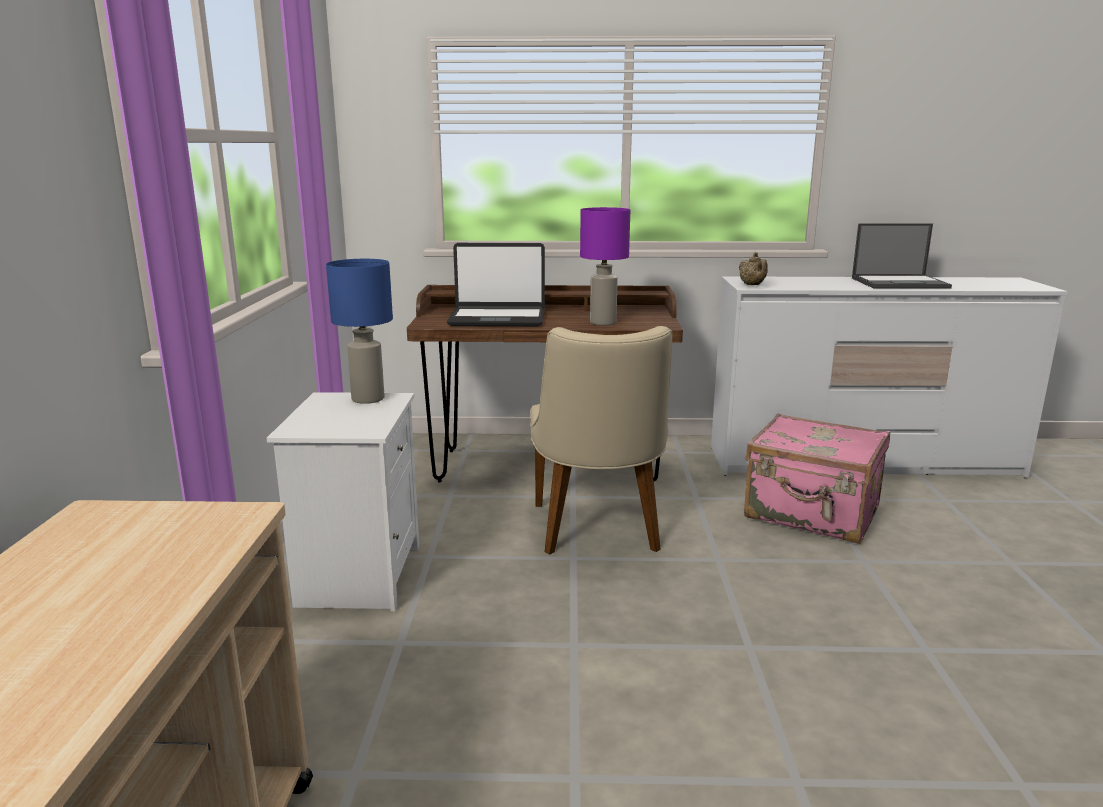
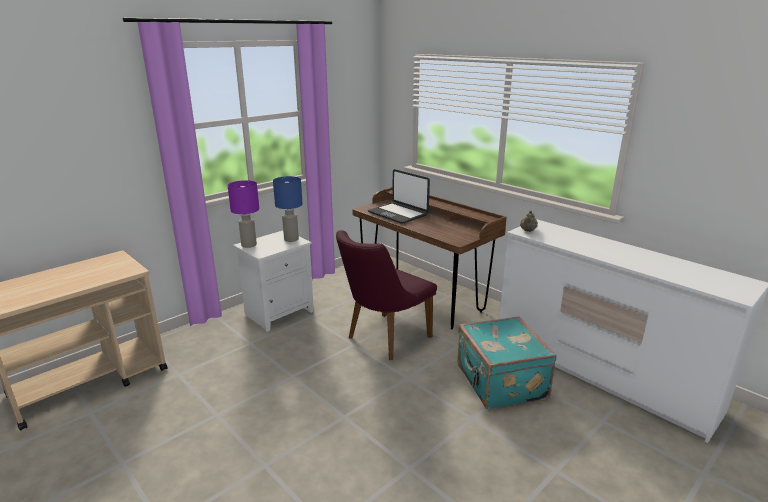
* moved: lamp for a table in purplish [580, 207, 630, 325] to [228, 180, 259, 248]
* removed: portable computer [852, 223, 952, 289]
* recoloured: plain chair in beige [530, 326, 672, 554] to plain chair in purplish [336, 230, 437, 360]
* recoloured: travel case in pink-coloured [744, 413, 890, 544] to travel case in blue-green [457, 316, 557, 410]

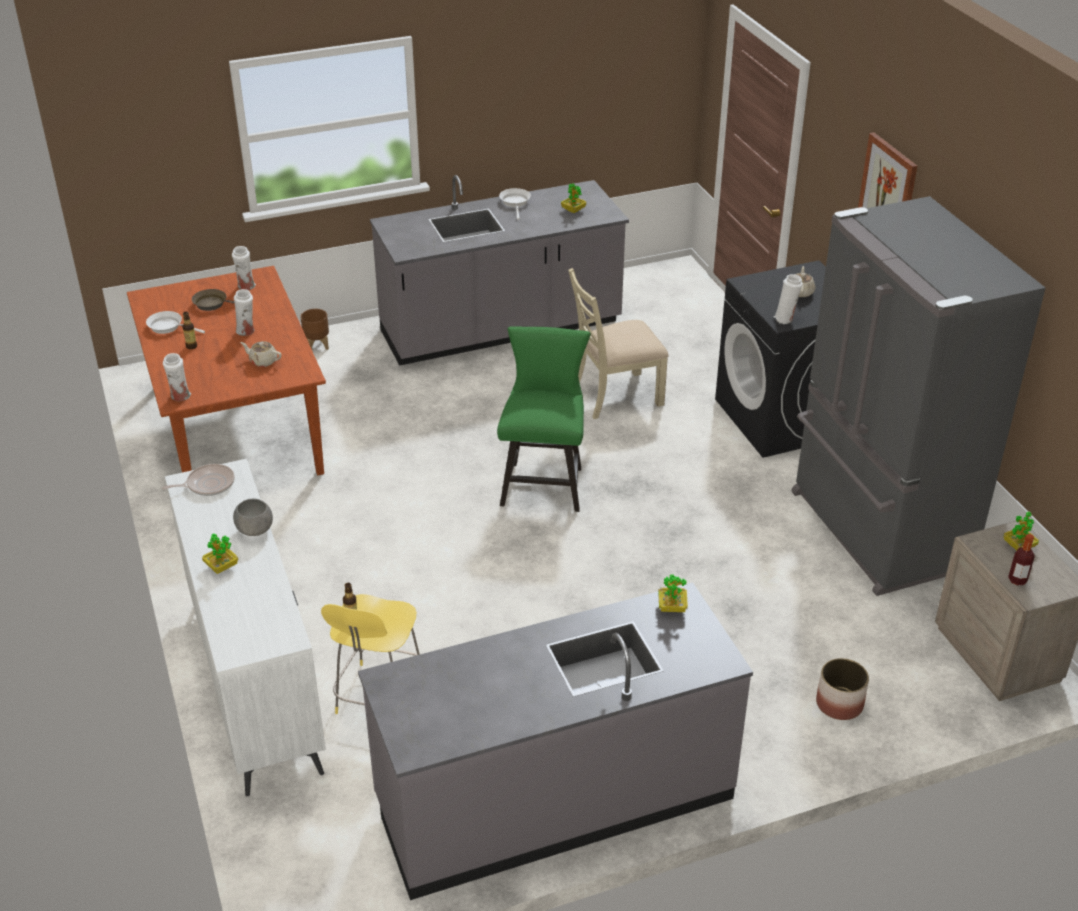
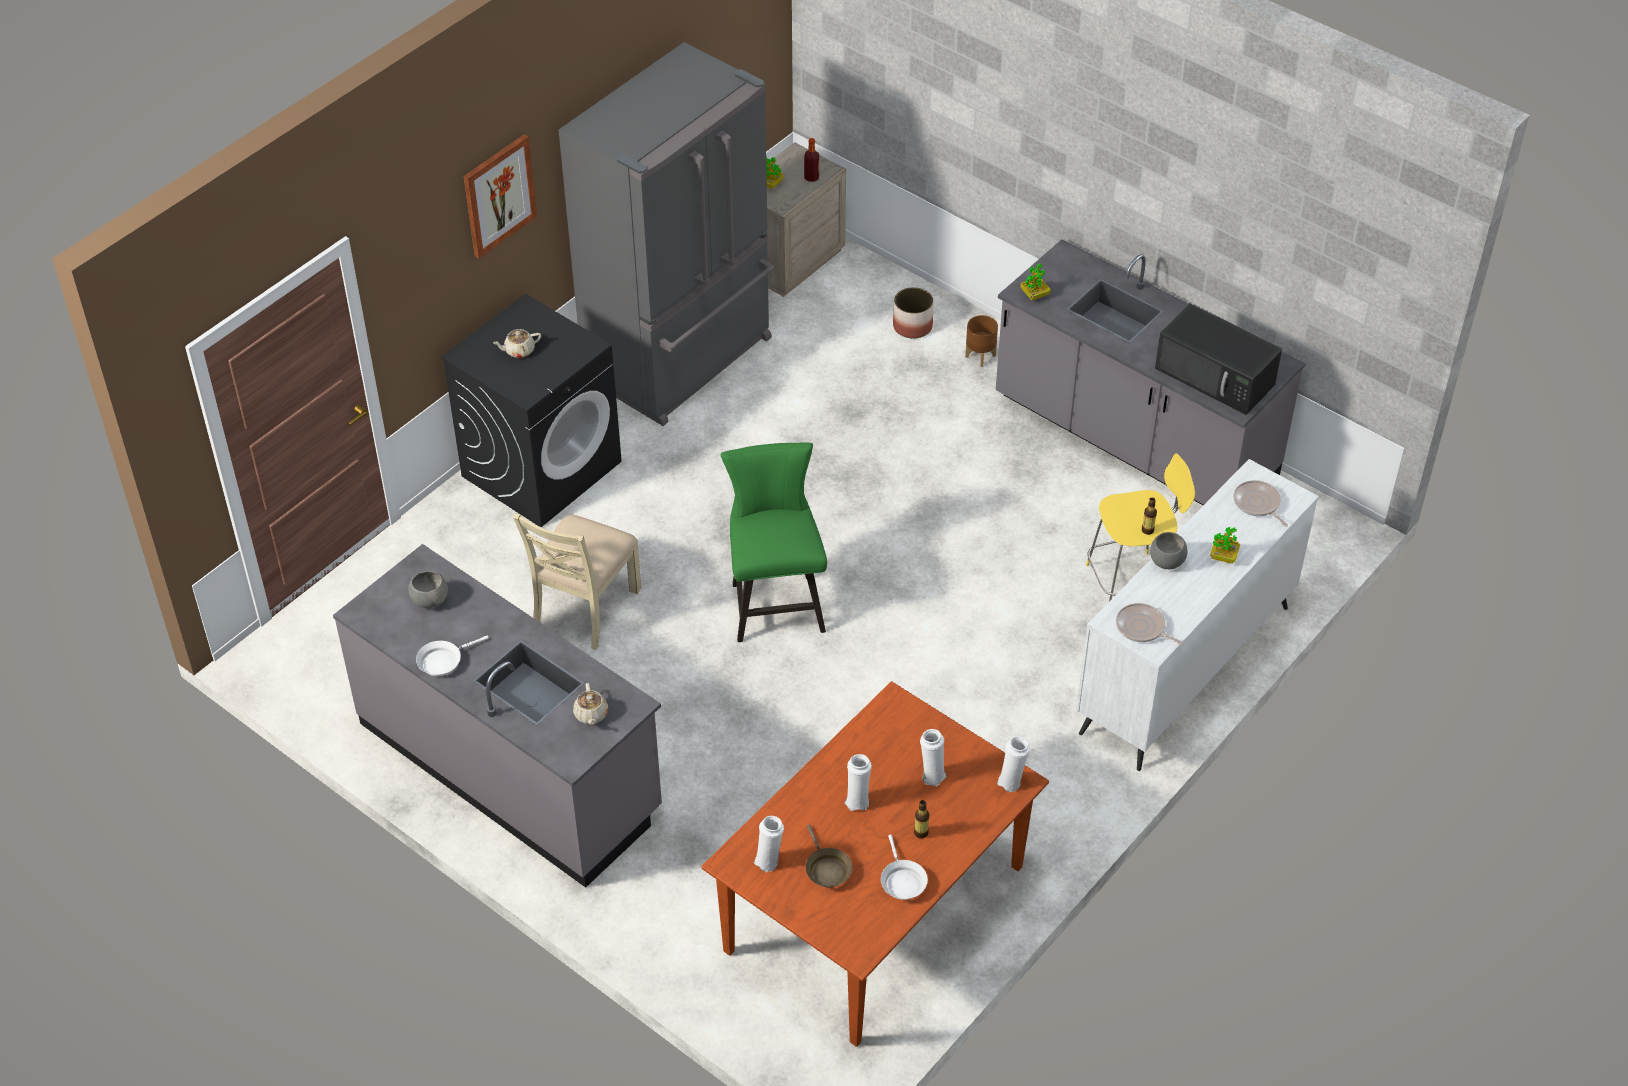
* replaced: potted plant [561, 184, 586, 213] to deep dish in greyish [408, 571, 448, 608]
* turned: plain chair in beige [568, 268, 669, 419] = [513, 513, 641, 650] 75 degrees clockwise
* moved: flower vase in white [773, 274, 803, 324] to [920, 729, 946, 786]
* moved: planter in brown [300, 309, 329, 350] to [965, 315, 998, 367]
* turned: plain chair in green-coloured [497, 326, 591, 512] = [721, 443, 827, 642] 105 degrees clockwise
* moved: pot for tea in beige [240, 341, 282, 367] to [573, 683, 608, 726]
* added: microwave in black [1155, 303, 1282, 415]
* added: pan [1234, 480, 1288, 527]

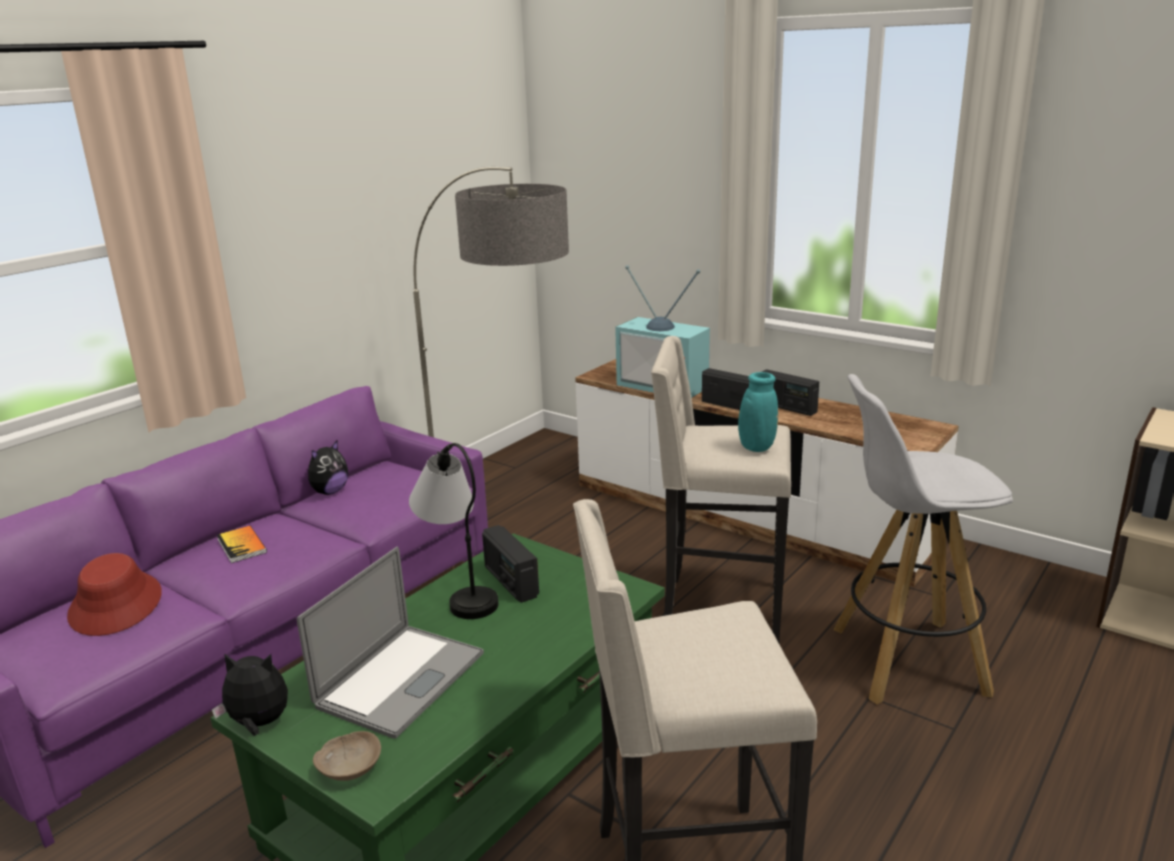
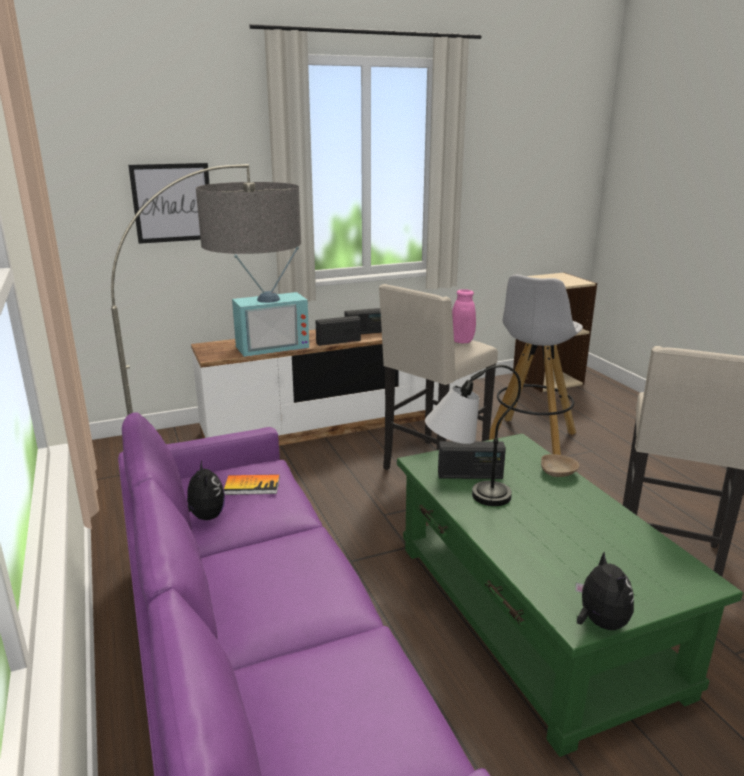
* recoloured: flower vase in blue-green [700, 372, 778, 452] to flower vase in pink-coloured [452, 289, 476, 343]
* moved: book [217, 526, 267, 563] to [224, 474, 280, 495]
* removed: portable computer [297, 547, 484, 739]
* removed: wearable hat in reddish [67, 553, 162, 636]
* turned: plush toy [212, 653, 288, 736] = [575, 552, 634, 630] 135 degrees clockwise
* moved: deep dish in beige [313, 731, 381, 781] to [541, 454, 579, 477]
* added: wall art [128, 163, 209, 244]

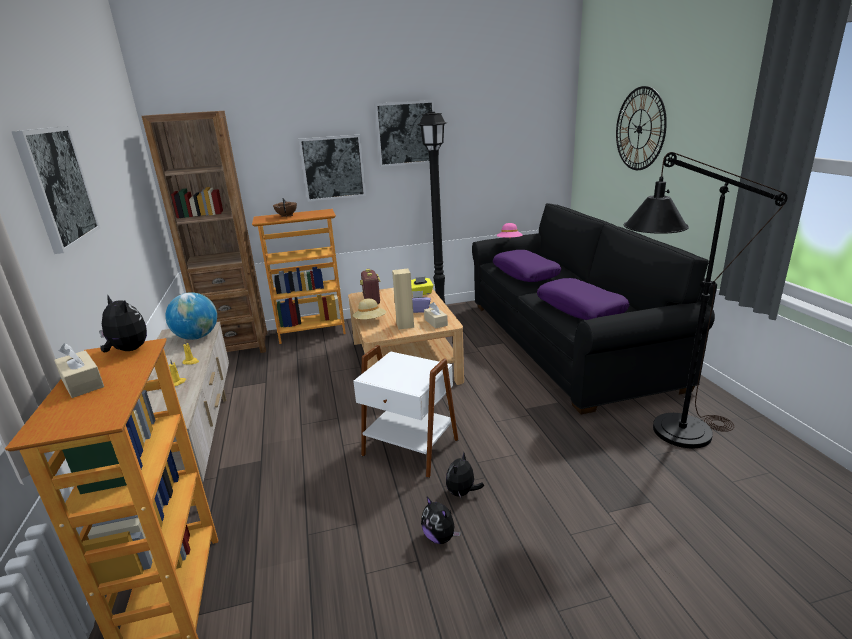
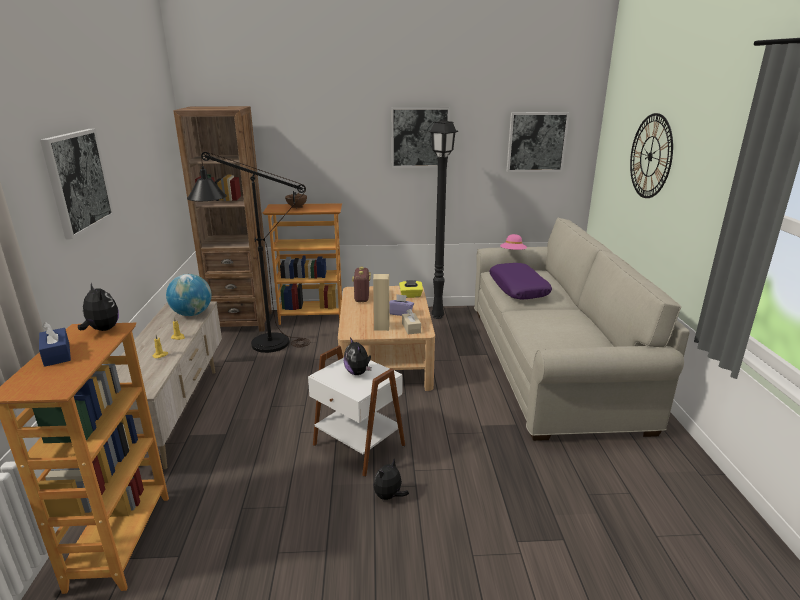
* moved: wall art [299, 134, 366, 201] to [507, 112, 569, 172]
* moved: floor lamp in black [624, 152, 787, 448] to [187, 152, 310, 353]
* recoloured: settee in black [472, 203, 717, 414] to settee in beige [474, 218, 690, 441]
* removed: cushion in purplish [537, 278, 629, 320]
* removed: wearable hat in beige [353, 298, 386, 319]
* recoloured: tissue box in beige [54, 343, 104, 398] to tissue box in blue-coloured [39, 322, 71, 367]
* moved: plush toy [421, 497, 461, 544] to [344, 337, 371, 375]

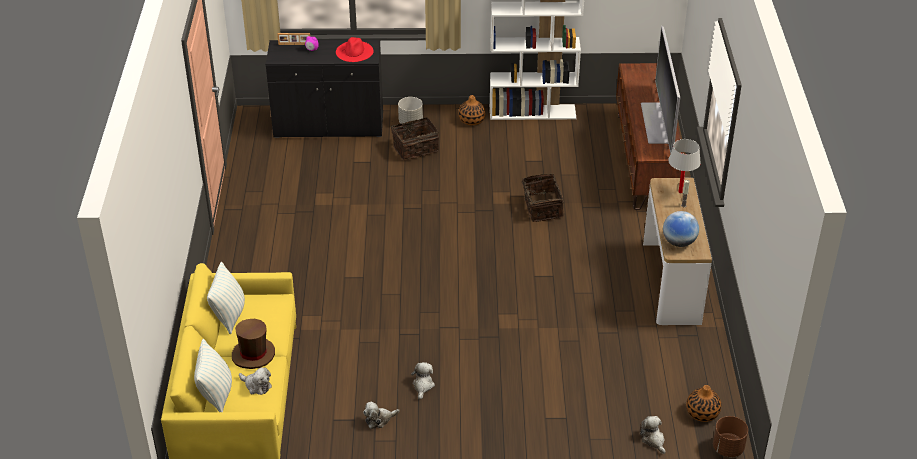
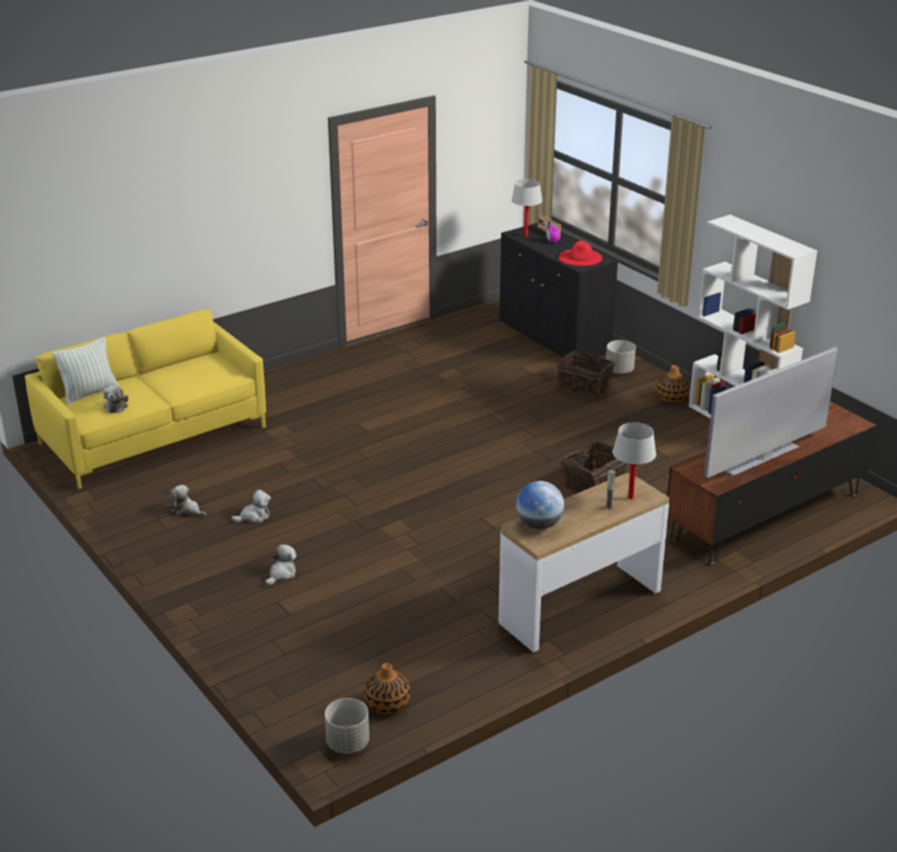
* removed: cushion [207, 262, 245, 334]
* removed: wearable hat in brown [232, 319, 275, 369]
* moved: plush toy [640, 416, 666, 454] to [265, 544, 296, 585]
* recoloured: planter in brown [713, 416, 748, 457] to planter in greyish [325, 698, 369, 754]
* added: lamp for a table in white [511, 179, 542, 237]

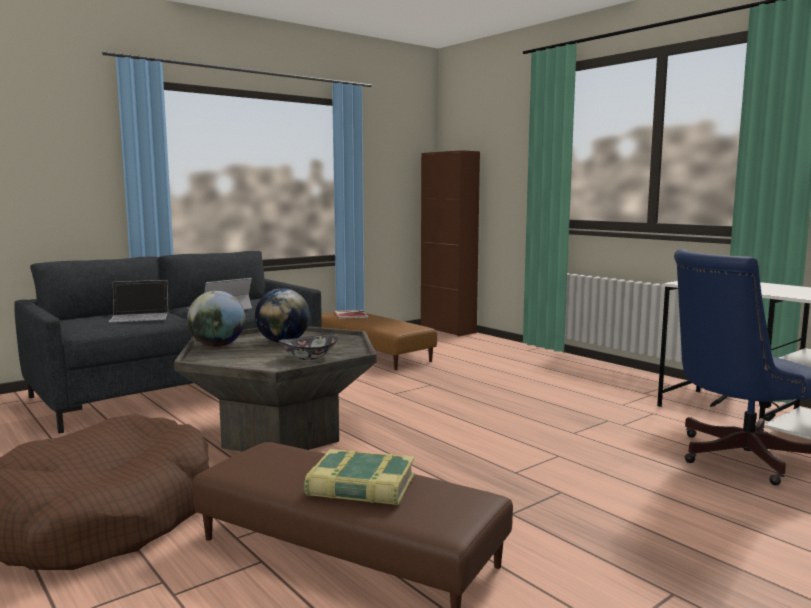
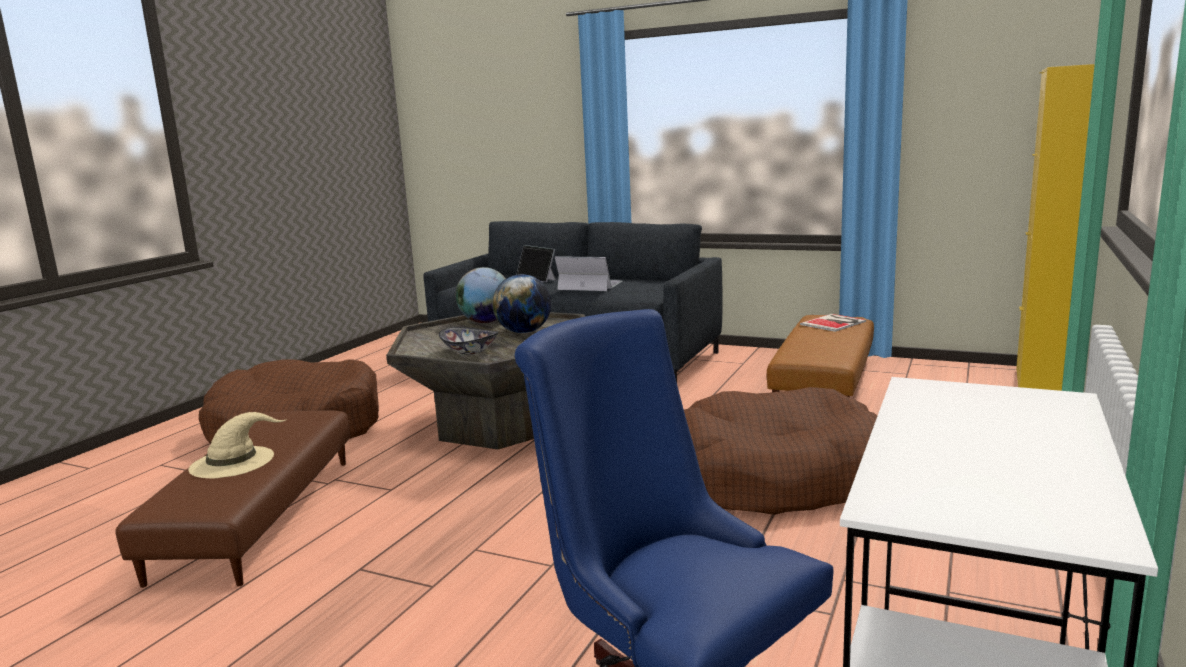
* recoloured: cabinet in brown [421, 150, 480, 336] to cabinet in yellow [1016, 64, 1095, 391]
* replaced: book [304, 449, 415, 505] to wearable hat in beige [189, 412, 287, 479]
* added: dog bed in brown [684, 387, 877, 515]

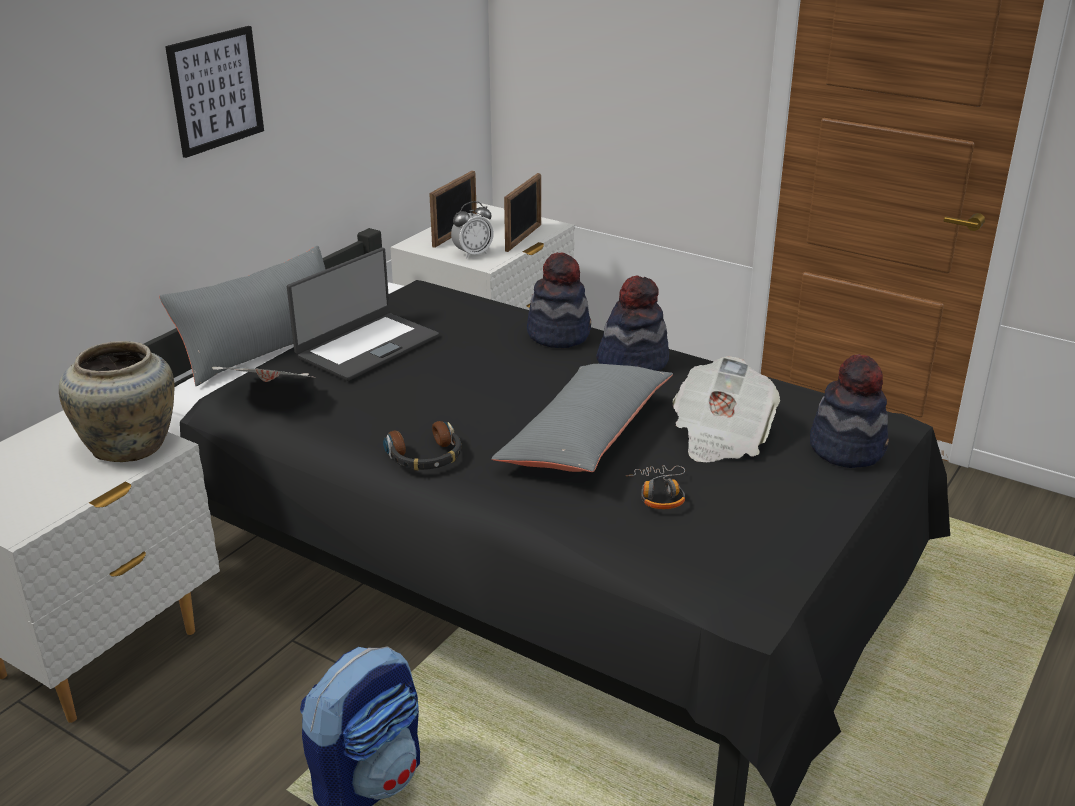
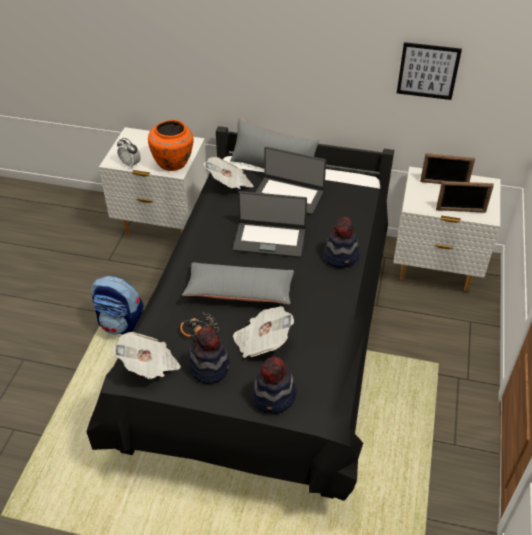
* moved: wall art [165, 26, 264, 158] to [397, 42, 462, 100]
* moved: bedside clock [451, 201, 494, 259] to [117, 138, 141, 169]
* moved: wearable hat [596, 276, 669, 371] to [189, 327, 230, 384]
* recoloured: flower vase in beige [59, 341, 175, 462] to flower vase in orange-coloured [148, 120, 194, 171]
* removed: pair of headphones [383, 421, 462, 470]
* added: portable computer [233, 191, 307, 258]
* added: printed paper [112, 332, 181, 379]

